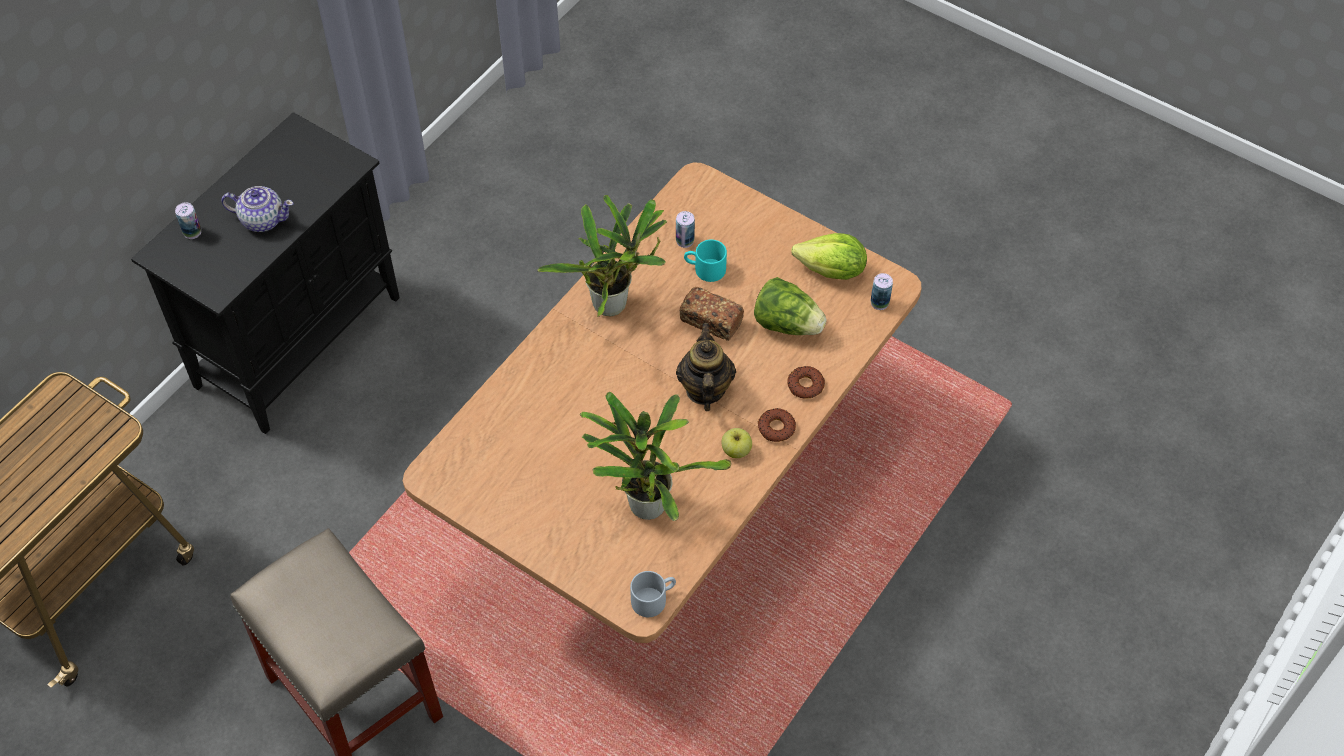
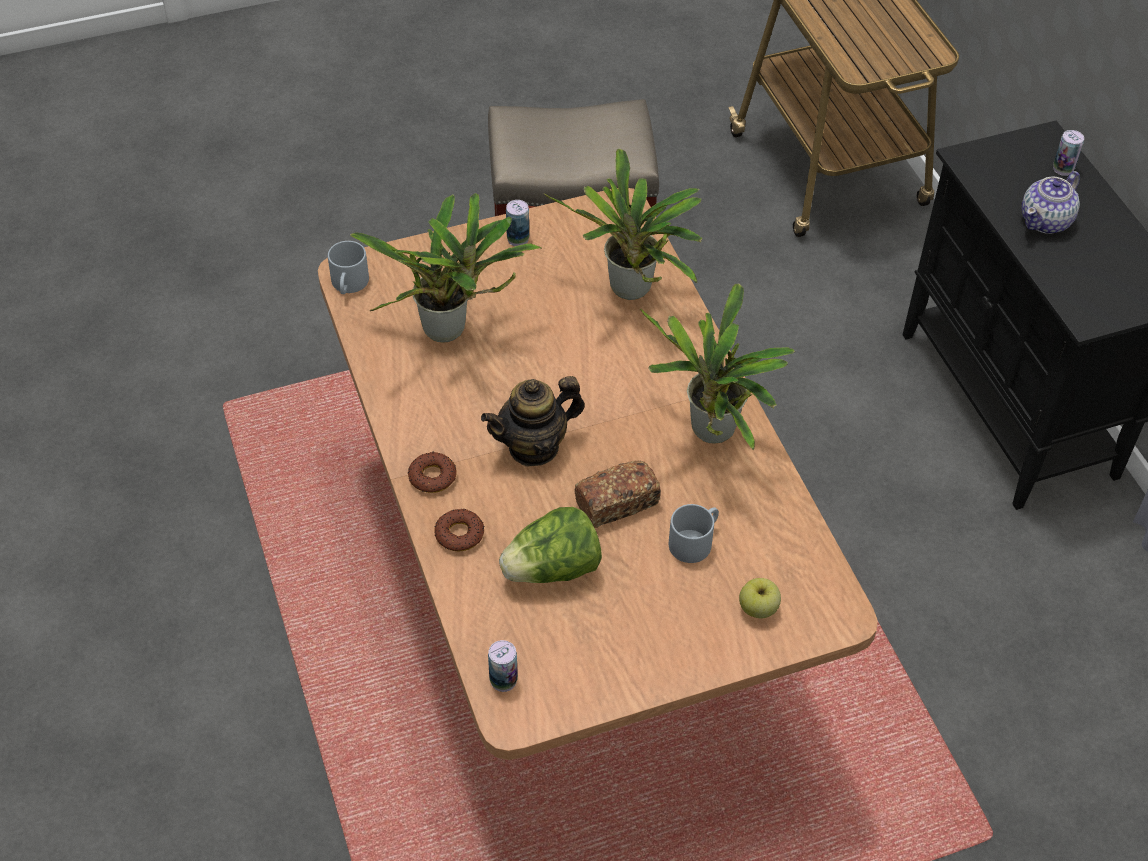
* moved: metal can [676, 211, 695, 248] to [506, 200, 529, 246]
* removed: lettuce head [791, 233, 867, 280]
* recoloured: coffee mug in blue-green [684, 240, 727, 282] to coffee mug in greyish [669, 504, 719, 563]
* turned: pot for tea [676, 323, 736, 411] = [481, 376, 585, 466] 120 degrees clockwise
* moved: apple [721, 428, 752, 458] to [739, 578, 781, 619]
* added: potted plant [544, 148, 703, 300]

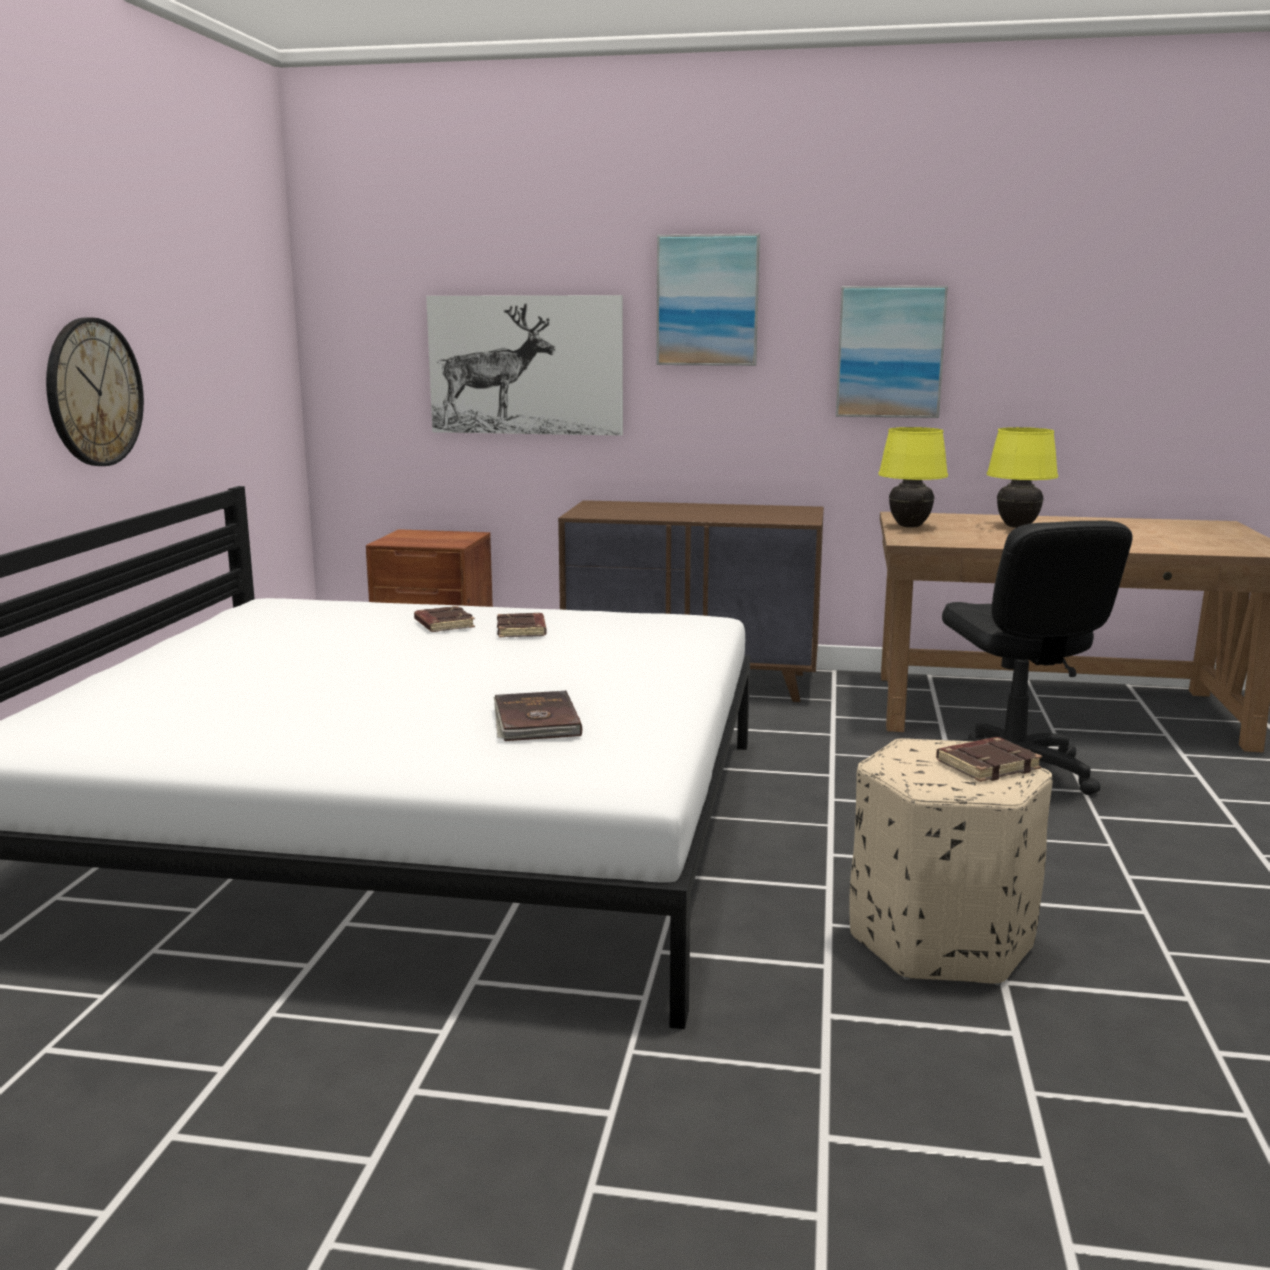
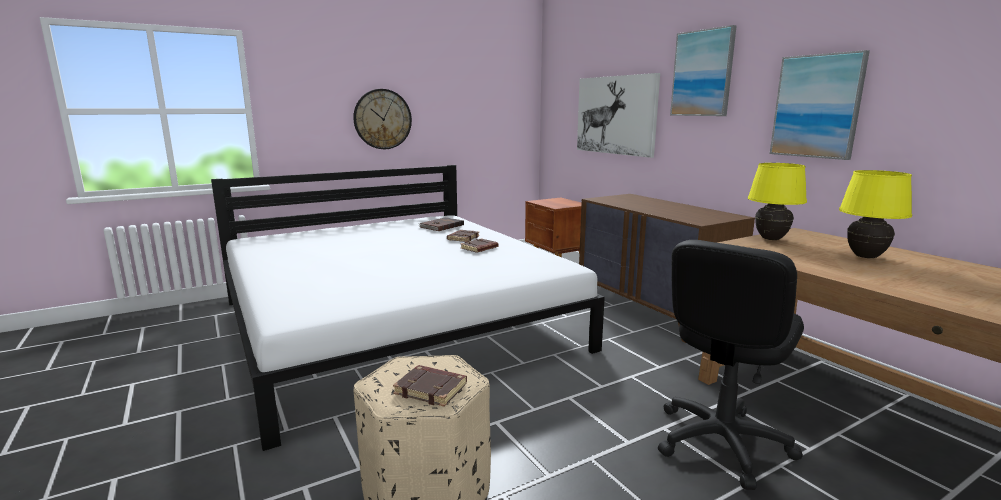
* moved: book in brown [494, 690, 582, 741] to [420, 217, 464, 231]

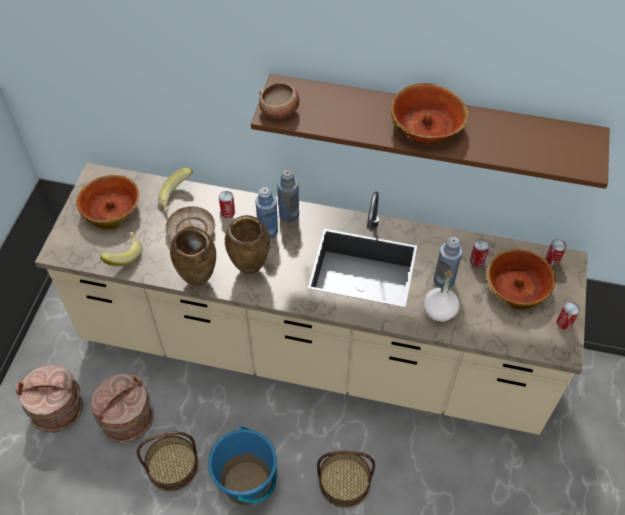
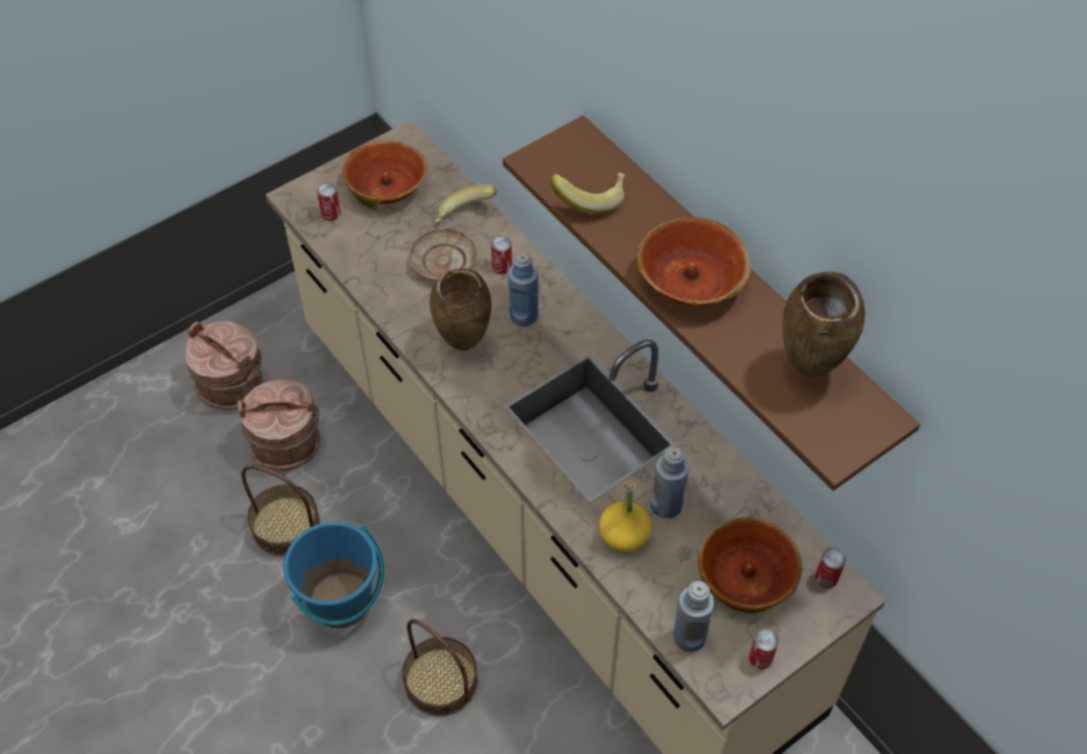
* removed: deep dish [259, 82, 299, 119]
* moved: drink bottle in blue-coloured [277, 170, 299, 222] to [673, 581, 714, 652]
* moved: flower vase in brown [170, 226, 216, 286] to [782, 272, 865, 377]
* moved: banana [100, 232, 143, 266] to [551, 173, 626, 215]
* moved: metal can [470, 239, 489, 267] to [317, 183, 341, 221]
* recoloured: drink bottle in white [423, 270, 460, 322] to drink bottle in yellow [599, 480, 652, 552]

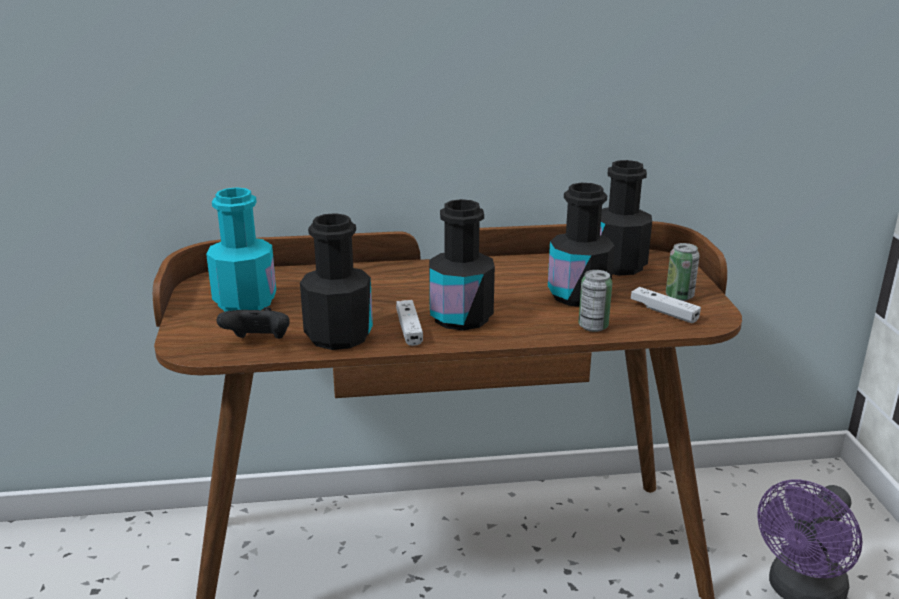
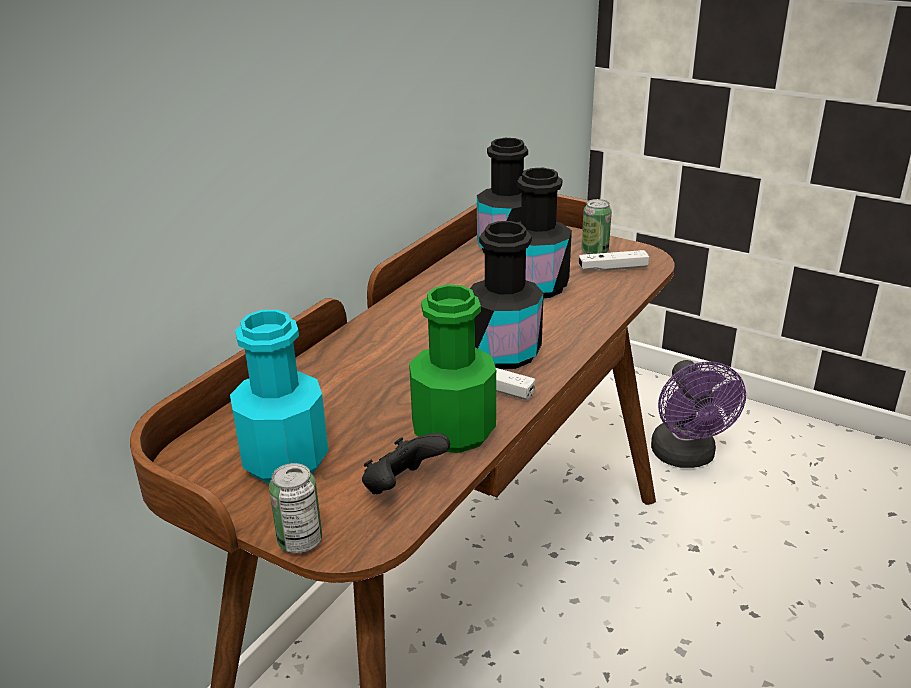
* recoloured: drink bottle in black [300, 213, 373, 350] to drink bottle in green-coloured [409, 284, 496, 453]
* moved: metal can [578, 270, 612, 332] to [269, 463, 322, 553]

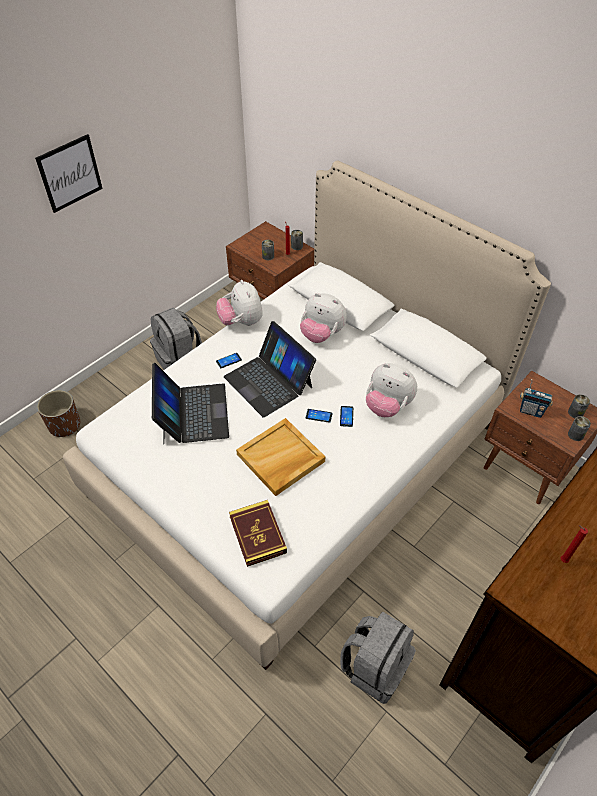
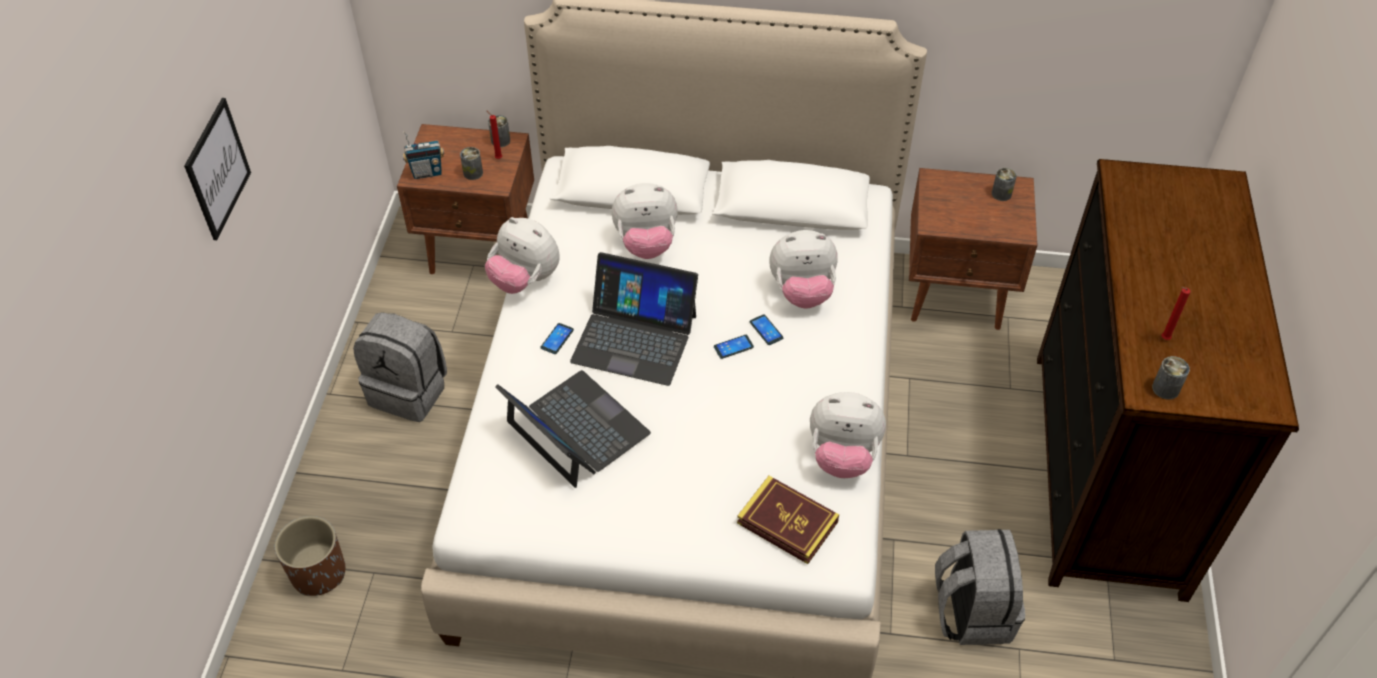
* moved: radio set [520, 379, 553, 418] to [402, 132, 444, 179]
* moved: metal can [568, 416, 591, 441] to [1152, 356, 1190, 400]
* removed: carrying tray in beige [236, 418, 325, 496]
* added: plush toy [810, 392, 886, 478]

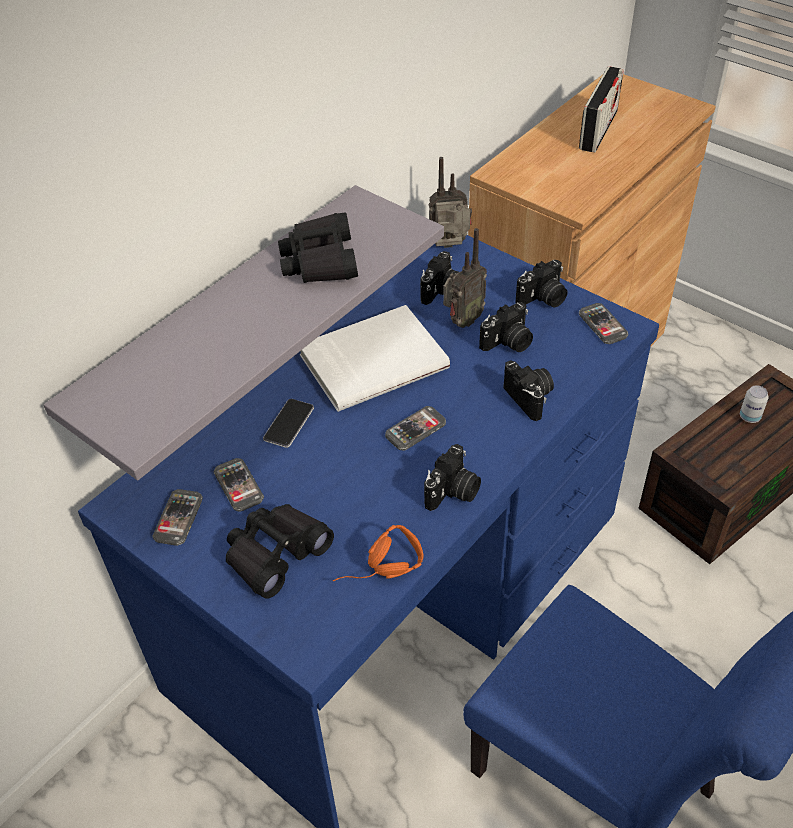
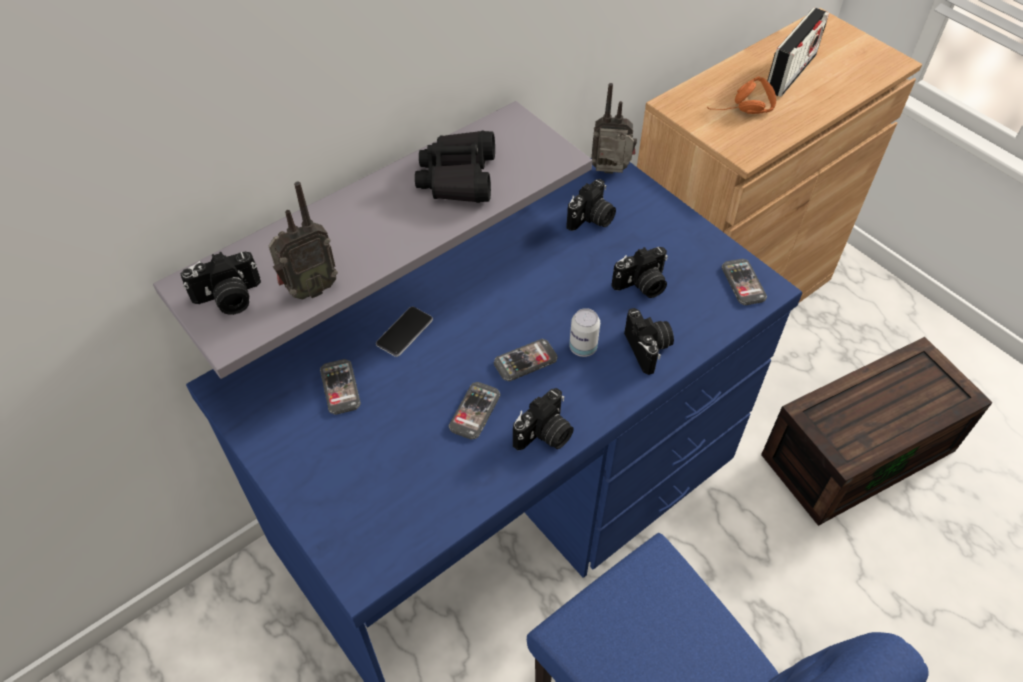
* moved: radio set [443, 228, 487, 328] to [269, 182, 338, 299]
* moved: still camera [515, 260, 567, 307] to [180, 252, 261, 315]
* removed: book in white [300, 305, 450, 412]
* moved: metal can [740, 385, 769, 423] to [569, 308, 600, 357]
* moved: telephone [153, 489, 203, 546] to [449, 382, 500, 439]
* removed: binoculars in black [226, 504, 334, 599]
* moved: pair of headphones in orange-coloured [333, 525, 424, 581] to [707, 76, 776, 114]

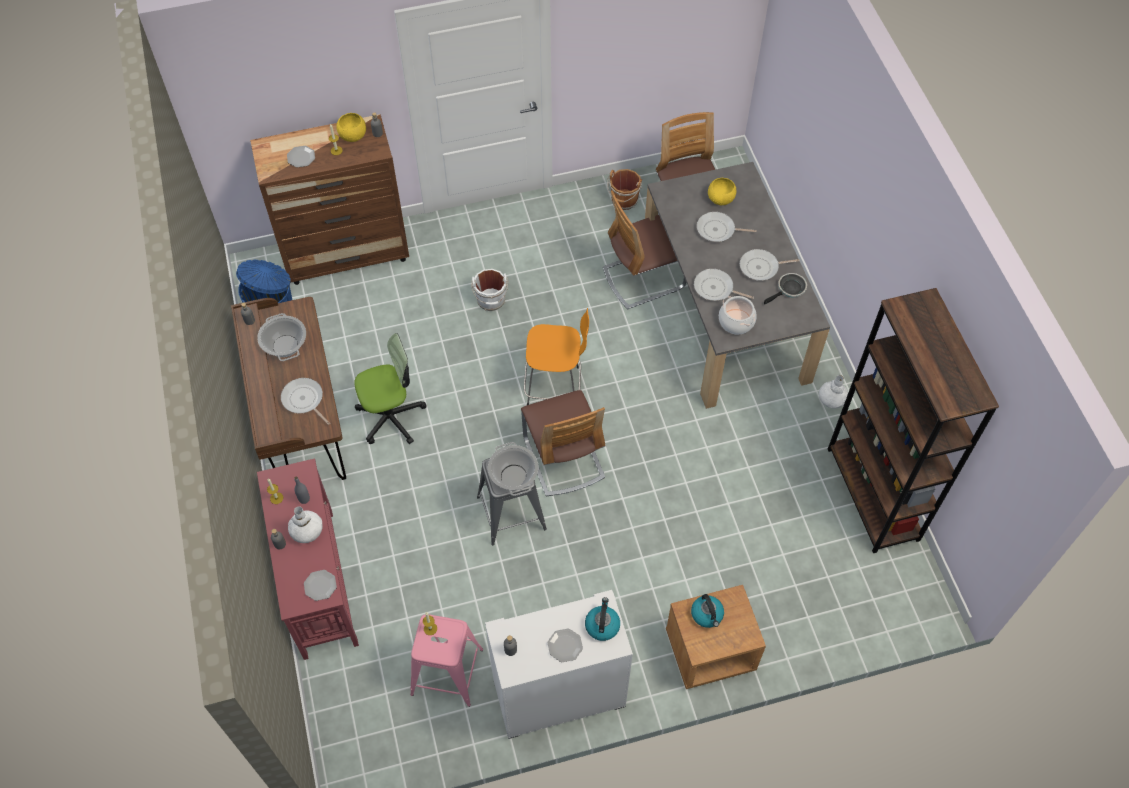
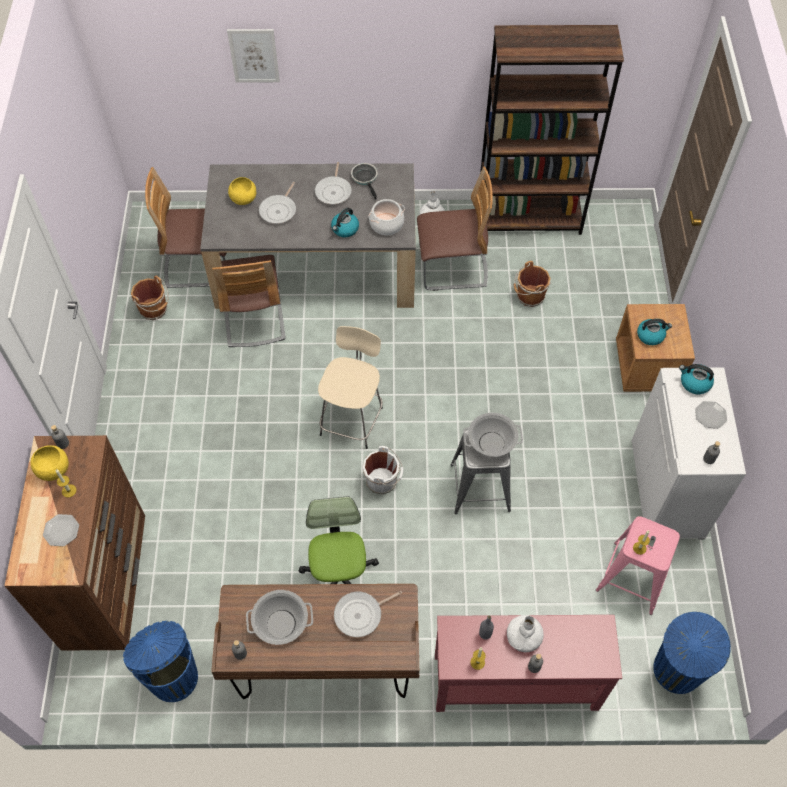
* moved: pail in white [471, 269, 508, 311] to [363, 446, 403, 494]
* replaced: pan [694, 269, 754, 301] to kettle [331, 208, 359, 237]
* recoloured: stool seat in orange-coloured [524, 308, 589, 405] to stool seat in beige [318, 326, 383, 449]
* moved: plain chair [521, 390, 605, 496] to [417, 166, 493, 291]
* removed: plate [304, 570, 337, 601]
* added: wall art [227, 29, 280, 83]
* added: pail in brown [514, 261, 551, 307]
* added: trash can in blue-coloured [653, 612, 731, 694]

